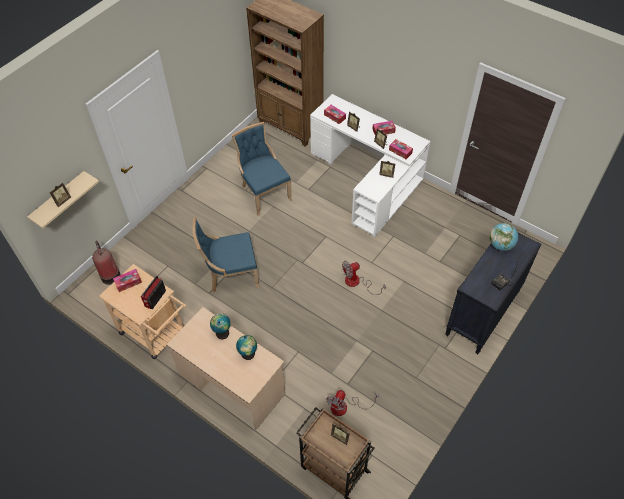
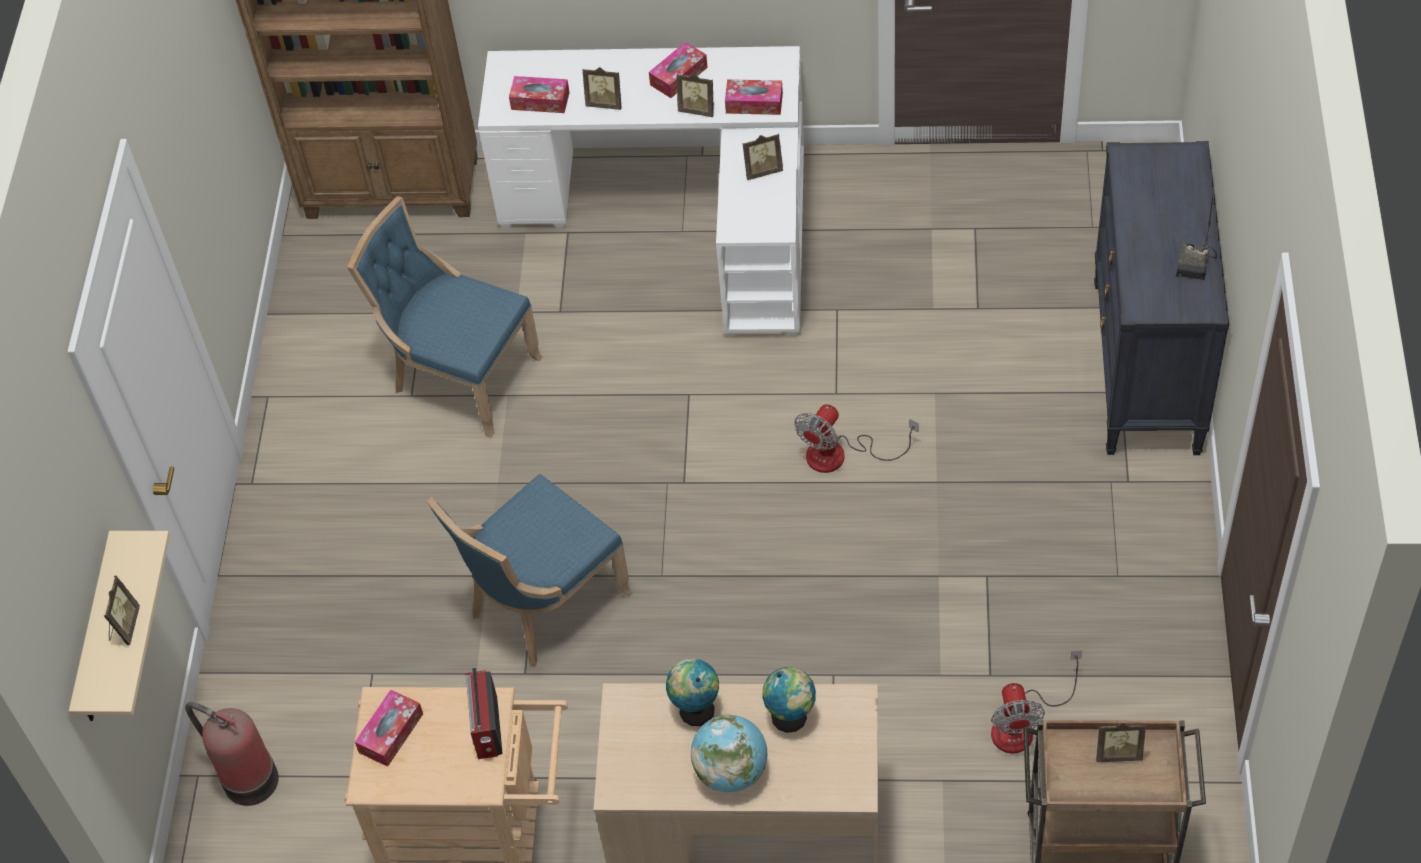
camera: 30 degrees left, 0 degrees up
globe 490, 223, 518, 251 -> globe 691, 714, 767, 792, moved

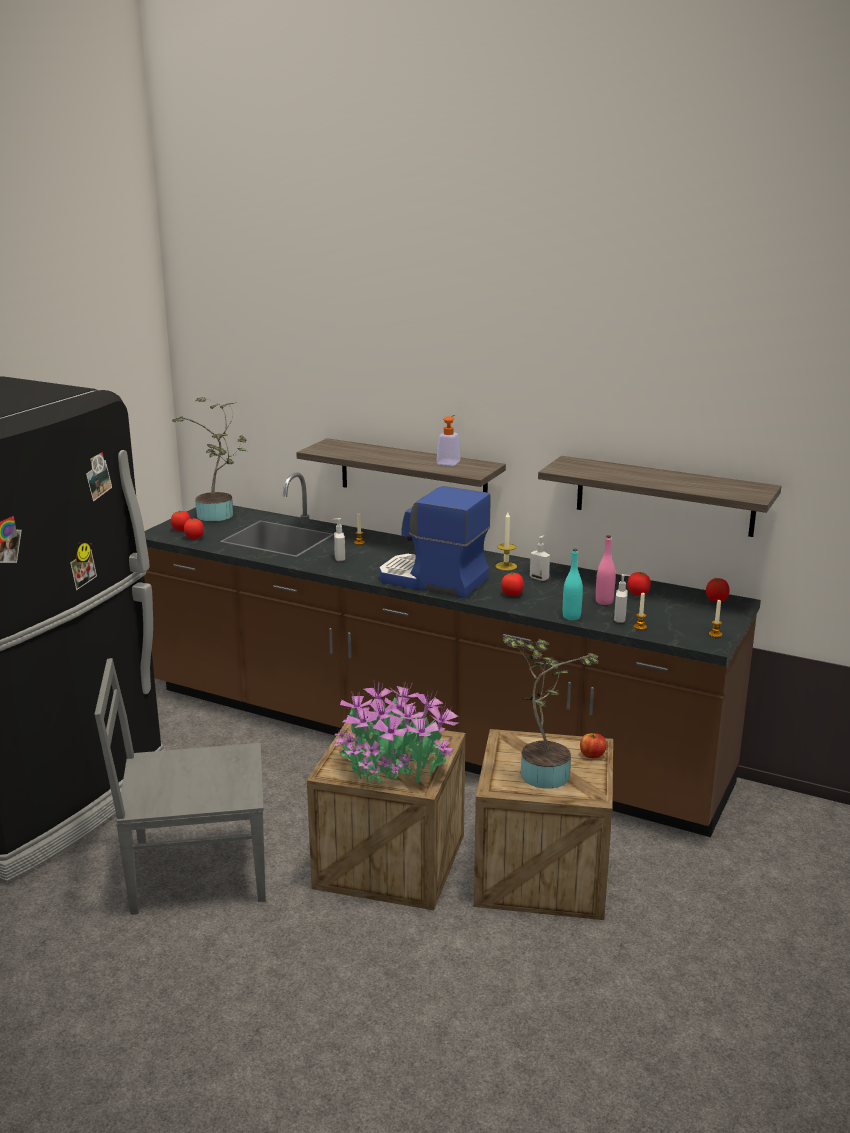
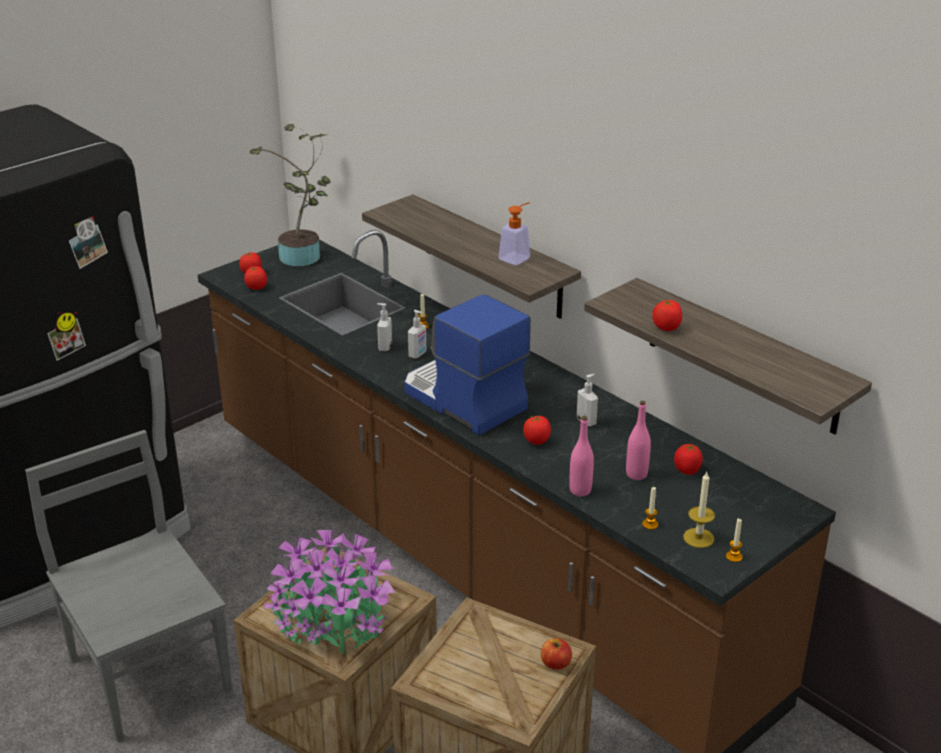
camera: 20 degrees right, 10 degrees up
candle 495, 512, 517, 571 -> candle 683, 472, 715, 548, moved
bottle (turquoise) 563, 549, 583, 620 -> bottle (pink) 569, 416, 594, 497
soap dispenser 614, 574, 630, 623 -> soap dispenser 408, 310, 426, 359, moved
tomato 706, 578, 730, 602 -> tomato 652, 300, 682, 331, moved
potted plant 503, 636, 599, 789 -> none
chair (grey) 95, 658, 266, 915 -> chair (grey) 25, 430, 232, 742, 45 degrees clockwise

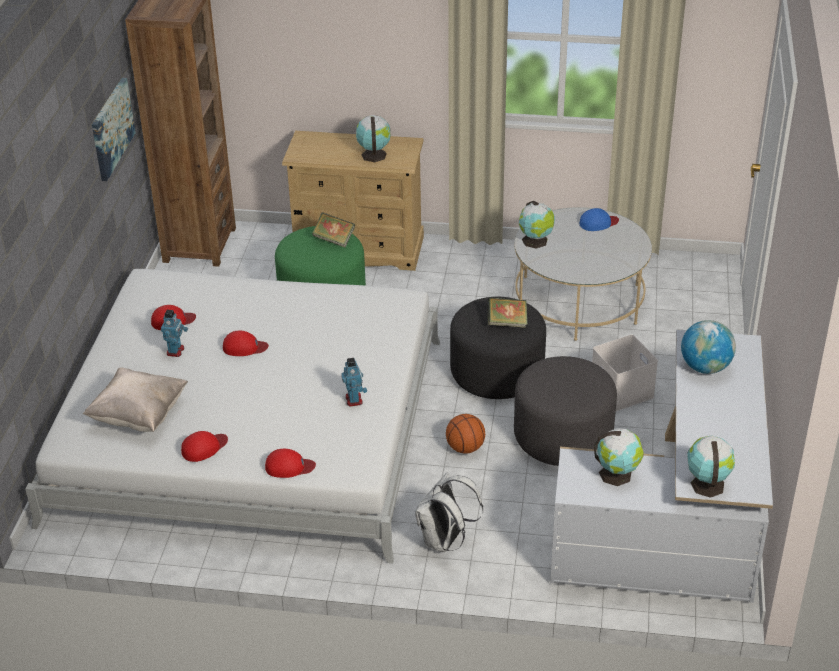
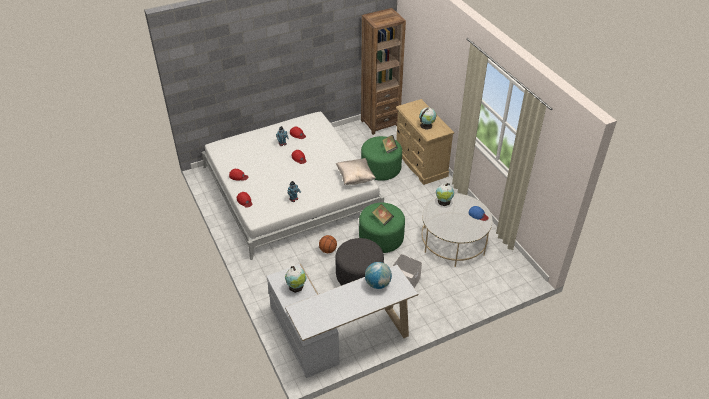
camera: 55 degrees right, 5 degrees up
picture 92, 78, 136, 181 -> none
ottoman (black) 450, 297, 546, 399 -> ottoman (green) 359, 203, 405, 253
pillow (beige) 83, 367, 188, 432 -> pillow (beige) 336, 158, 375, 185, moved
globe 687, 436, 735, 498 -> none
backpack (white) 415, 473, 483, 552 -> none

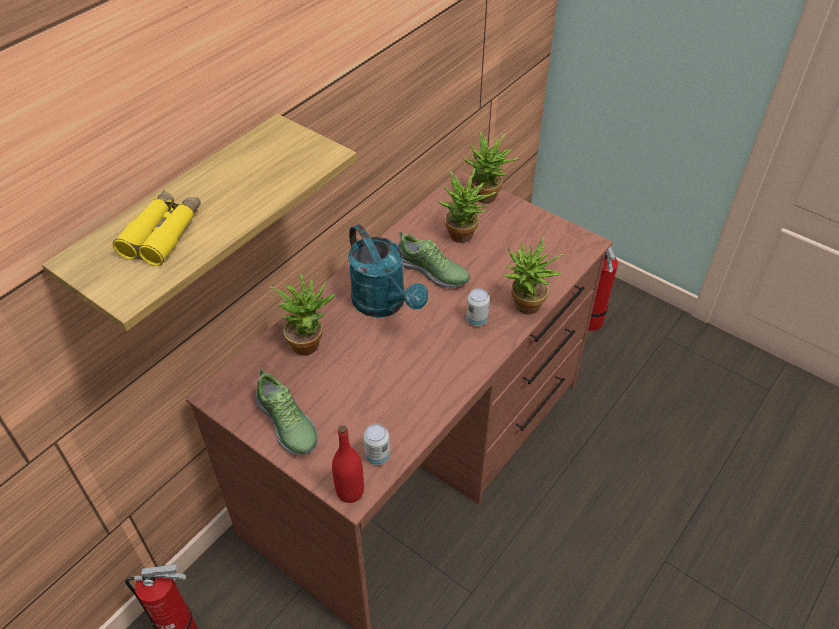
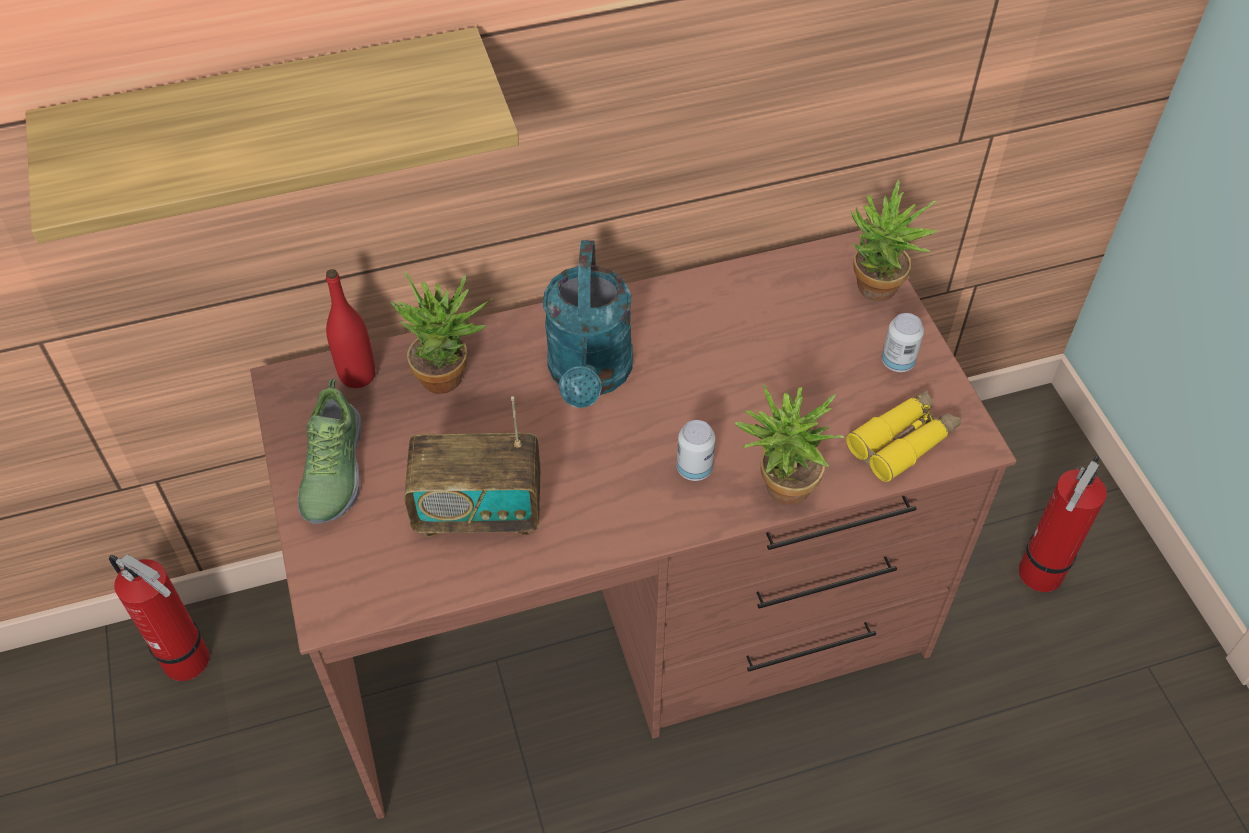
camera: 35 degrees right, 5 degrees up
potted plant 439, 168, 497, 243 -> none
binoculars (yellow) 113, 190, 201, 266 -> binoculars (yellow) 846, 390, 961, 482, moved
shoe 398, 231, 470, 288 -> none
can 363, 424, 390, 465 -> can 882, 313, 924, 372, moved
bottle (red) 332, 425, 364, 503 -> bottle (red) 326, 269, 375, 388, moved
none -> radio 404, 396, 540, 537

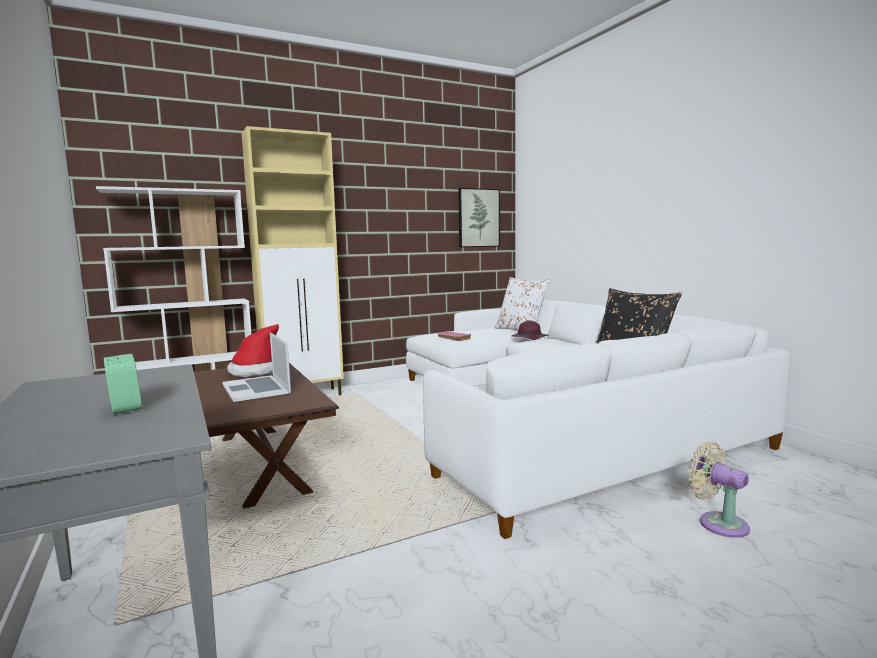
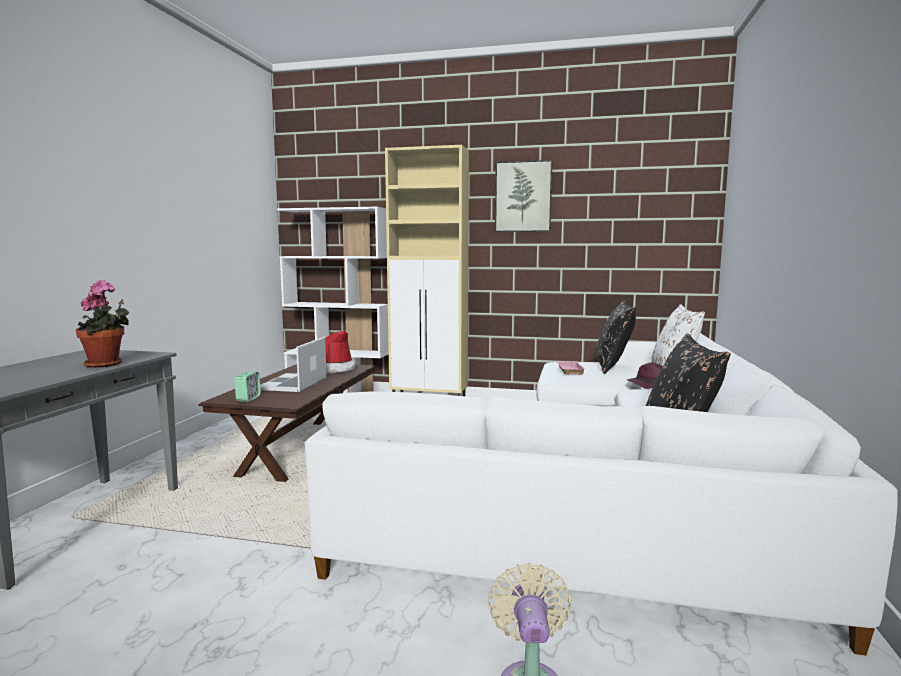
camera: 40 degrees right, 0 degrees up
picture 458, 188, 500, 247 -> picture 495, 160, 552, 232, moved
alarm clock 104, 354, 142, 414 -> alarm clock 234, 372, 261, 402, moved
none -> potted plant 76, 280, 129, 368
none -> pillow (black) 596, 300, 636, 374

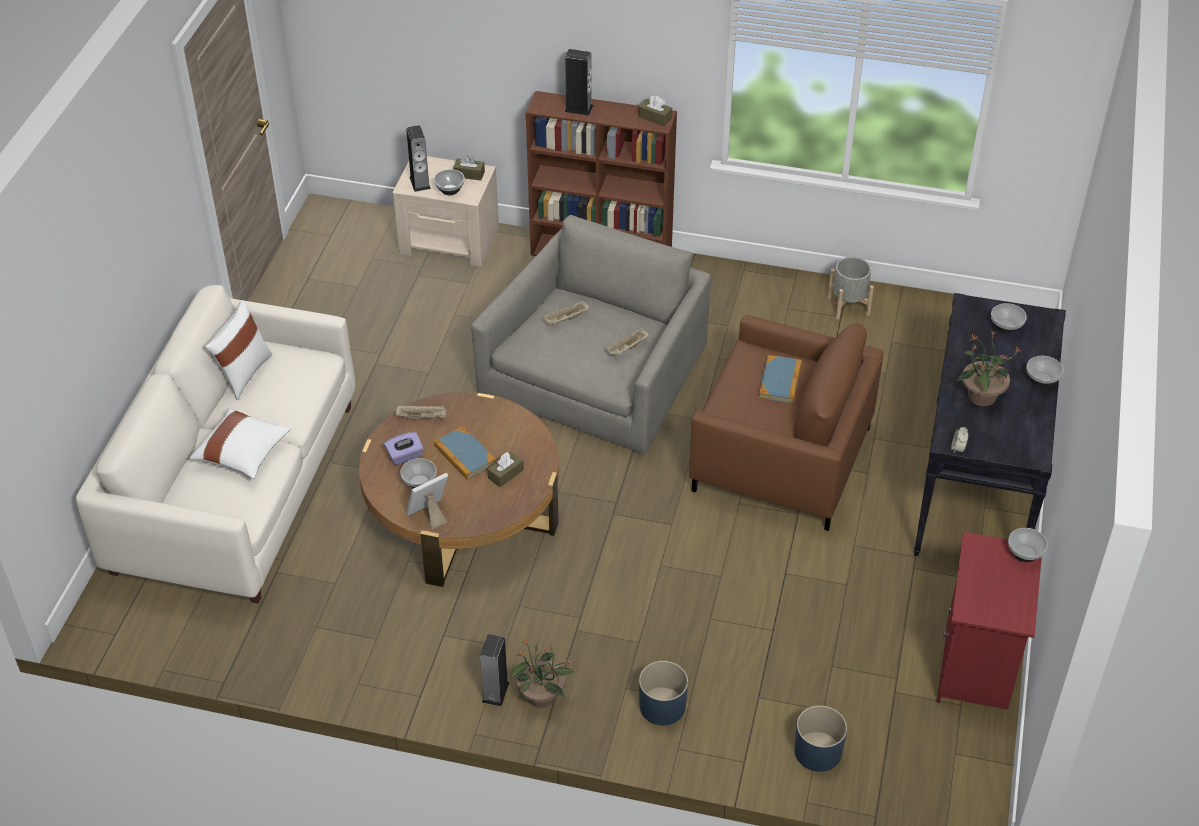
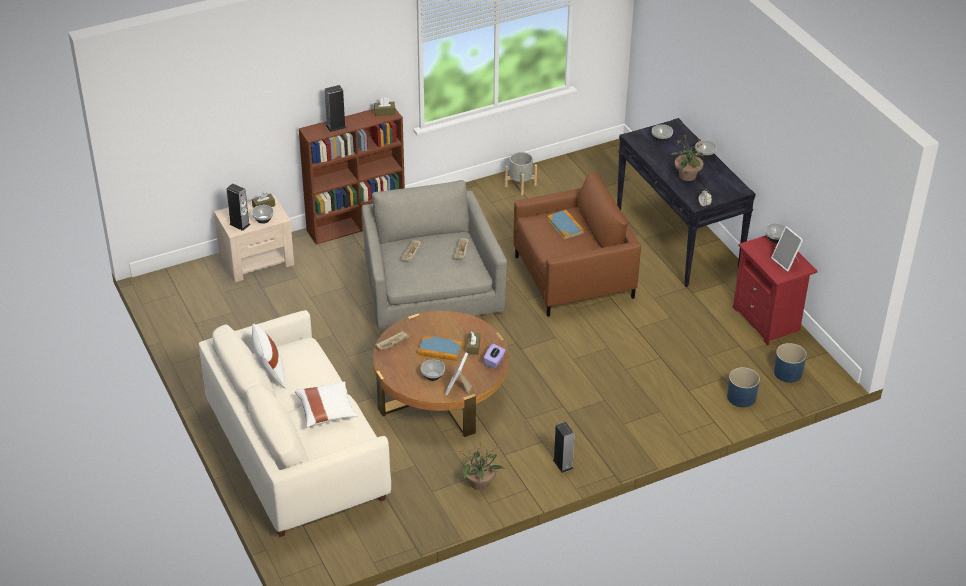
camera: 40 degrees left, 5 degrees down
tissue box (purple) 384, 432, 423, 465 -> tissue box (purple) 483, 343, 506, 368, moved
potted plant 511, 638, 574, 708 -> potted plant 459, 441, 505, 490, moved
planter (blue) 639, 661, 688, 725 -> planter (blue) 774, 343, 807, 383, moved
none -> picture frame 771, 226, 803, 272

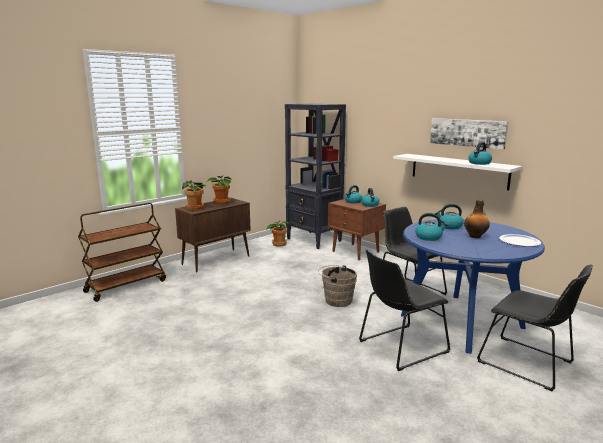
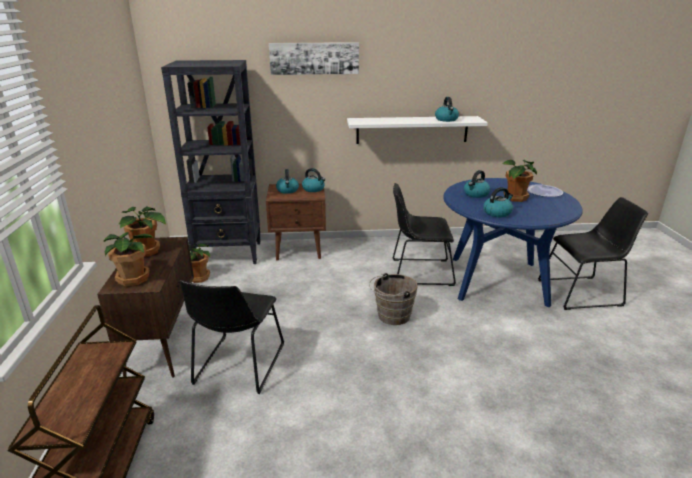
camera: 50 degrees left, 10 degrees up
picture 430, 118, 508, 150 -> picture 269, 42, 359, 75, moved
bottle 464, 199, 490, 238 -> potted plant 502, 159, 537, 202
chair (black) 359, 249, 451, 371 -> chair (black) 180, 280, 284, 394, moved

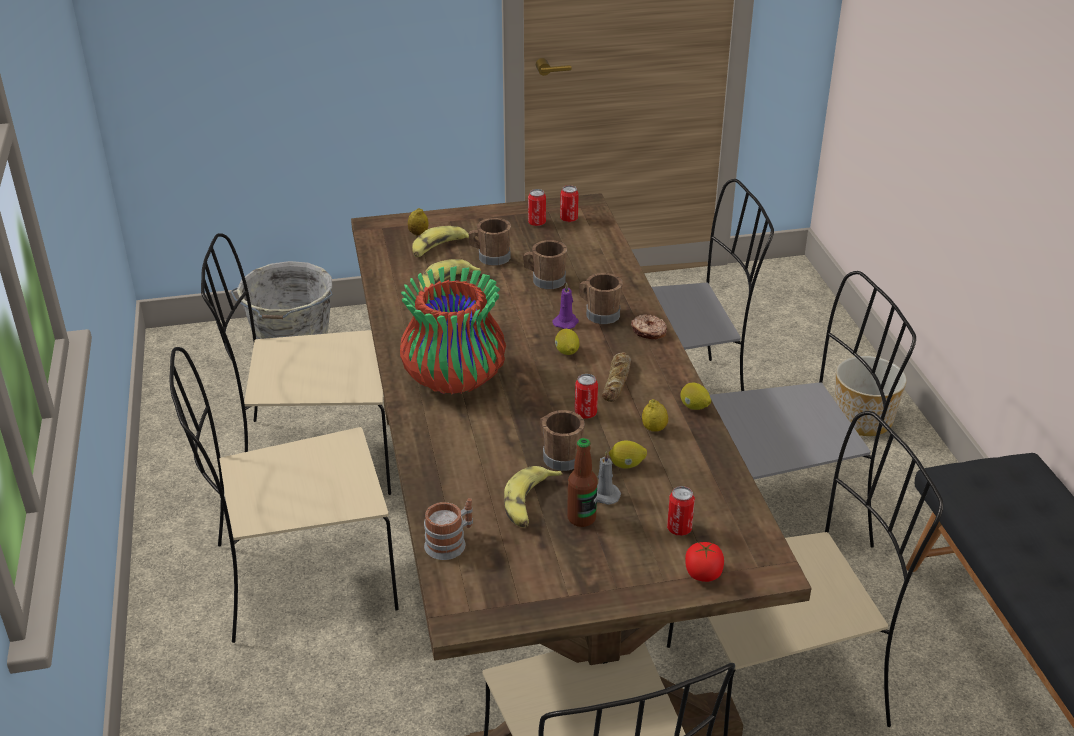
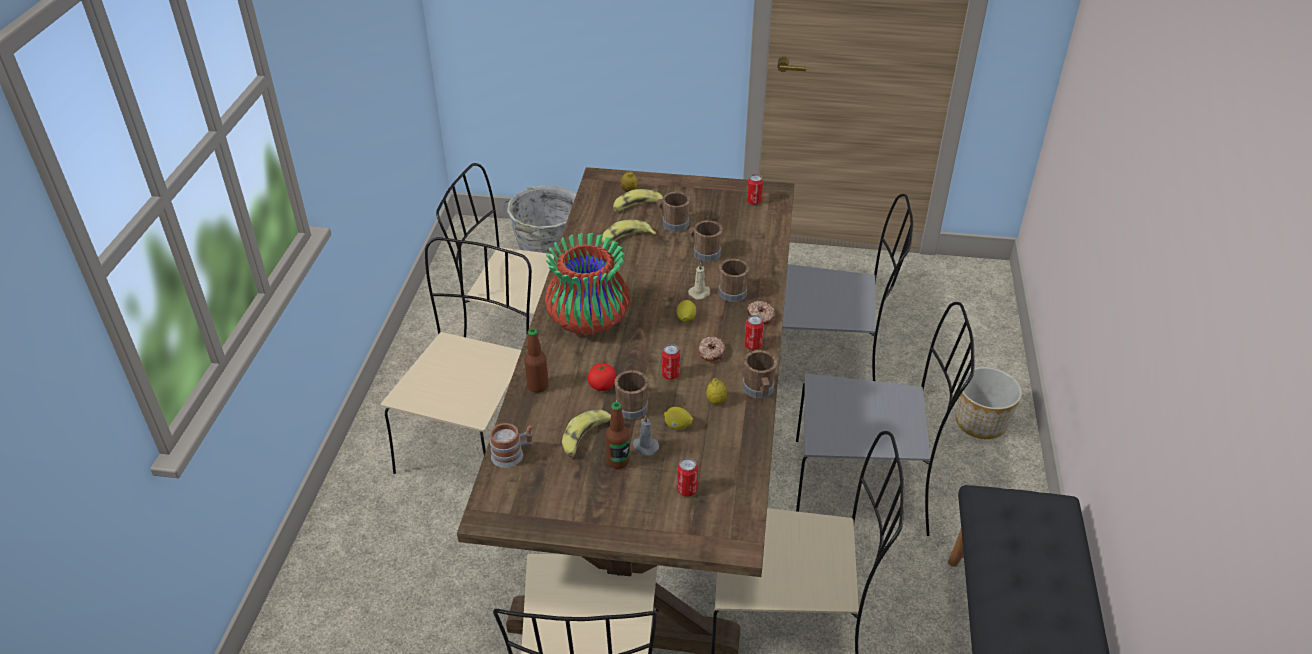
camera: 20 degrees right, 5 degrees up
can 528, 189, 546, 226 -> can 744, 315, 764, 350, moved
candle (purple) 552, 282, 579, 329 -> candle (beige) 688, 262, 710, 300
chair (beige) 169, 347, 399, 643 -> chair (beige) 381, 237, 532, 474, 105 degrees clockwise
bread 602, 352, 631, 402 -> donut 698, 336, 726, 363
lemon 680, 383, 711, 410 -> mug (brown) 743, 350, 777, 398
tomato 685, 542, 724, 582 -> tomato 588, 363, 616, 391, moved
none -> bottle 524, 328, 549, 393

